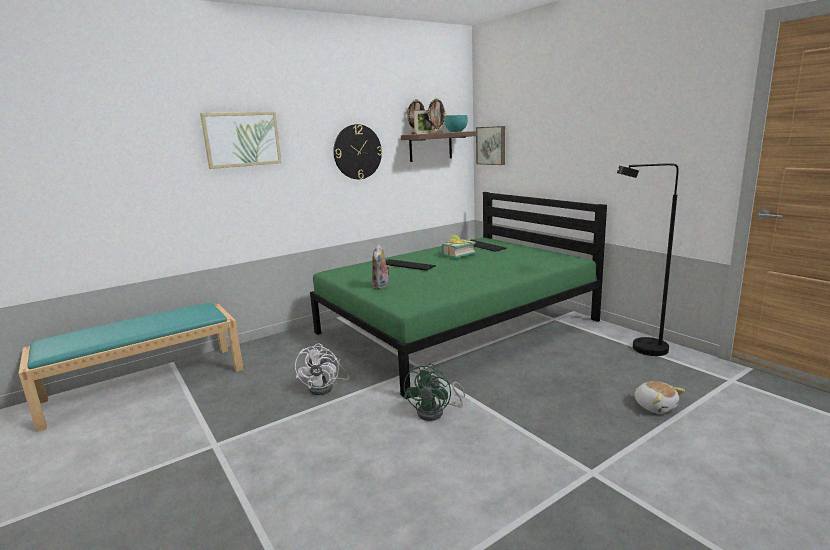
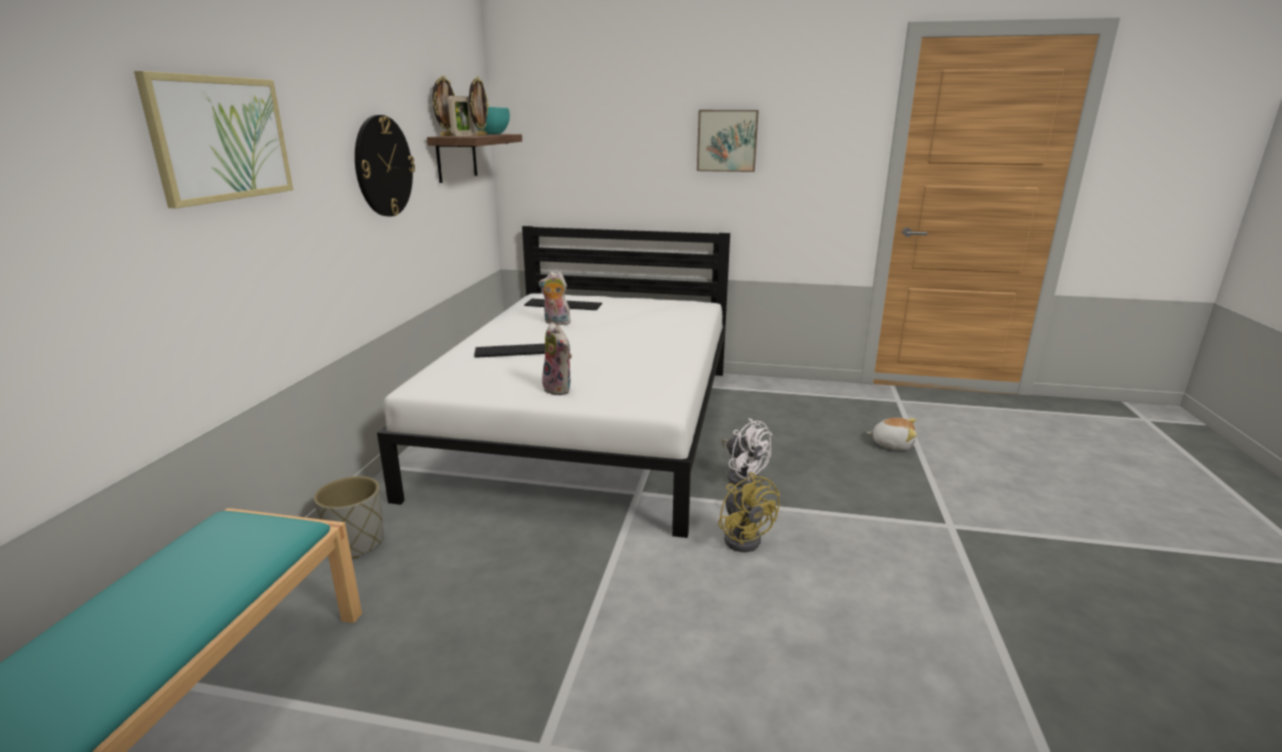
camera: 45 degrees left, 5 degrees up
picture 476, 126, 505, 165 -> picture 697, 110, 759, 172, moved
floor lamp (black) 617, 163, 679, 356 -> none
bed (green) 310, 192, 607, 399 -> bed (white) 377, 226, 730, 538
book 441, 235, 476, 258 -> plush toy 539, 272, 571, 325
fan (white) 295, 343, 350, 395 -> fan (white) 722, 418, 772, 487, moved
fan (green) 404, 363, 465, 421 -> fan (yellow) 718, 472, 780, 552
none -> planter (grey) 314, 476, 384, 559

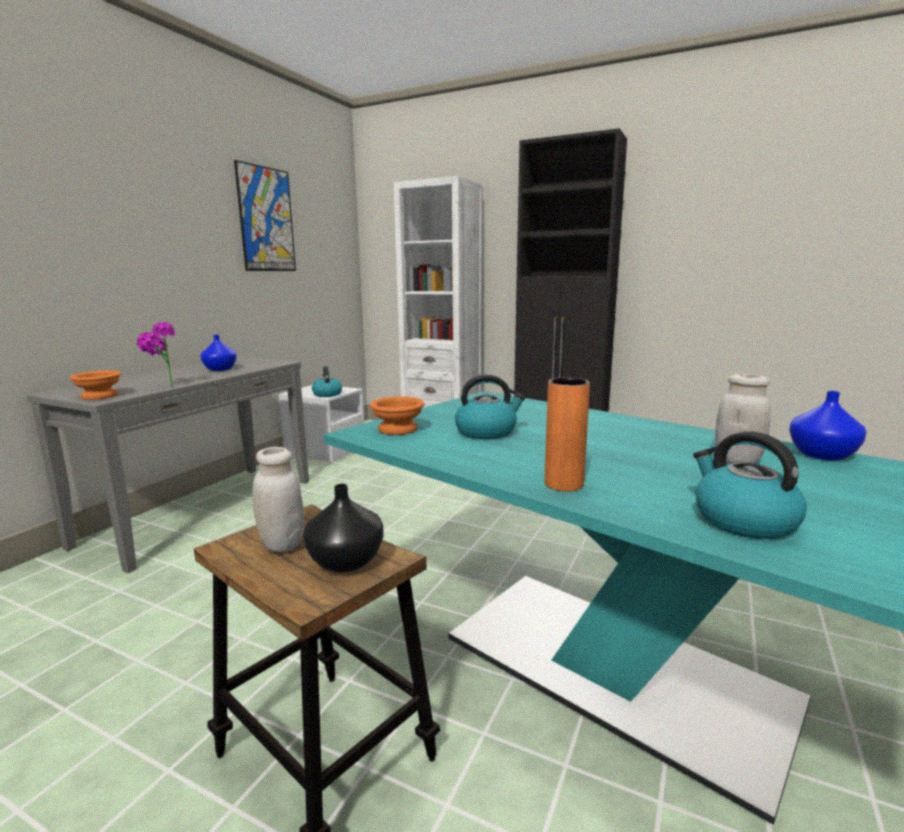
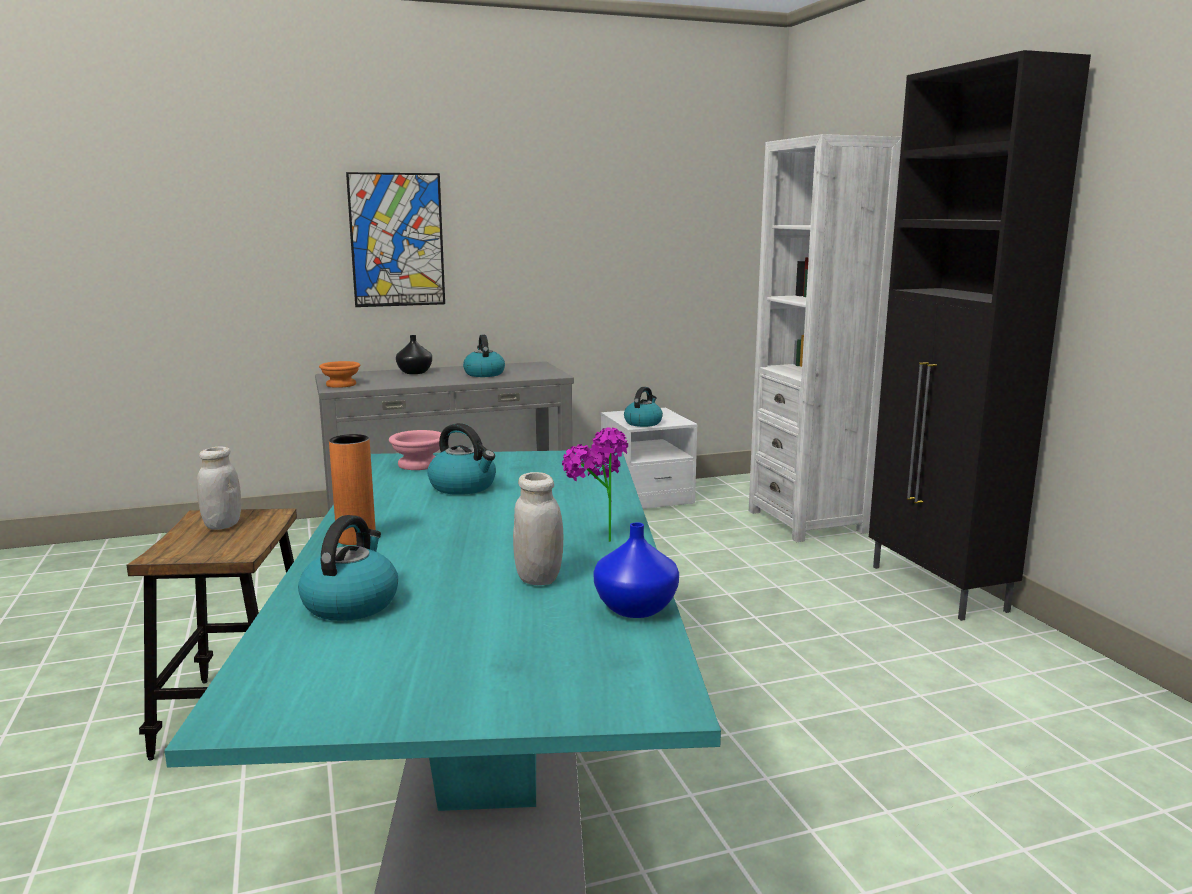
camera: 45 degrees right, 0 degrees up
picture 234, 160, 296, 271 -> picture 346, 172, 445, 307, moved
potted plant 137, 322, 175, 387 -> potted plant 562, 427, 628, 542, moved
vase (blue) 201, 335, 237, 371 -> kettle 463, 335, 505, 377
bowl (orange) 370, 396, 424, 435 -> bowl (pink) 389, 430, 441, 470
vase (black) 303, 484, 384, 573 -> vase (black) 396, 335, 432, 374, moved

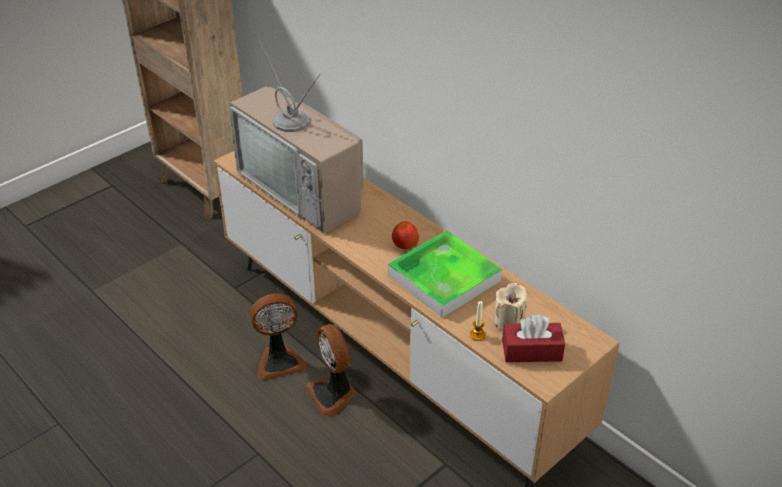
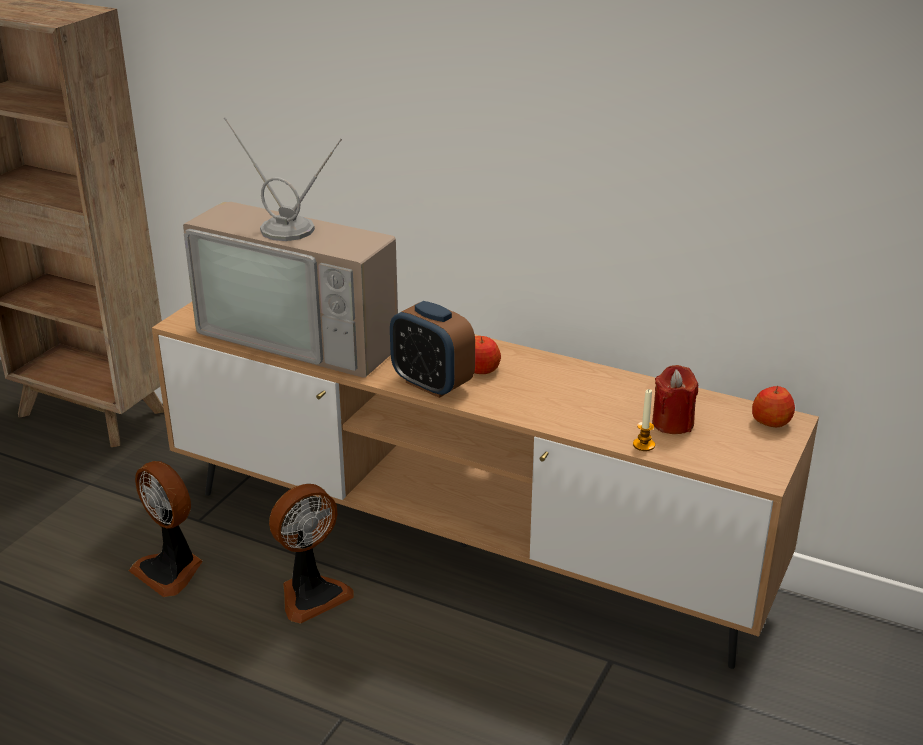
camera: 20 degrees left, 10 degrees down
tray 388, 231, 502, 318 -> none
candle (beige) 494, 283, 528, 331 -> candle (red) 652, 365, 698, 434
tissue box (red) 502, 314, 565, 362 -> none
fan 305, 324, 356, 417 -> fan 129, 461, 203, 597, moved
none -> alarm clock 390, 301, 475, 398
none -> apple 752, 386, 795, 427

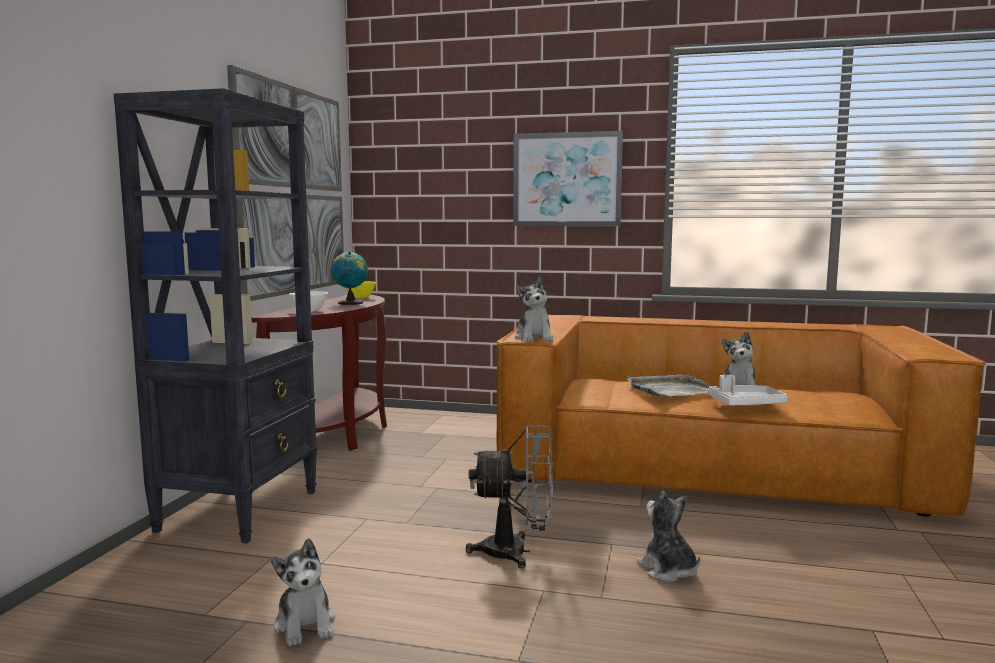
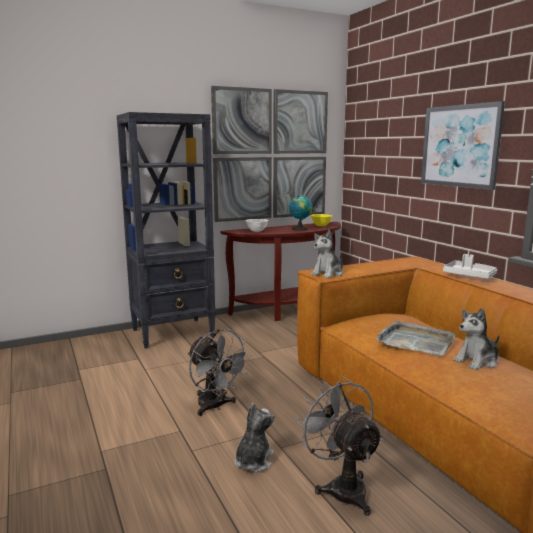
camera: 50 degrees right, 5 degrees up
tray (white) 708, 375, 788, 406 -> tray (white) 443, 254, 497, 279, moved
plush toy 271, 538, 335, 647 -> none
none -> fan (grey) 295, 376, 383, 516

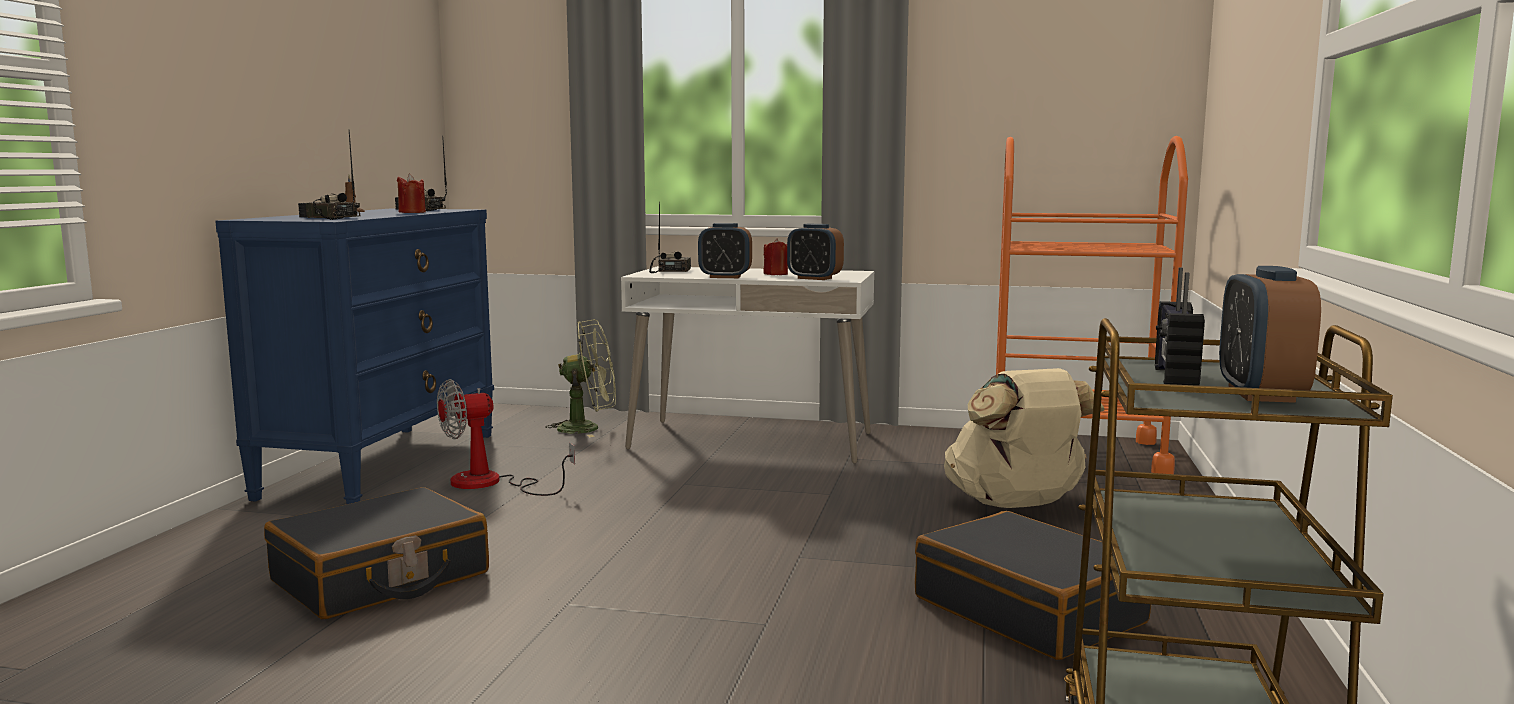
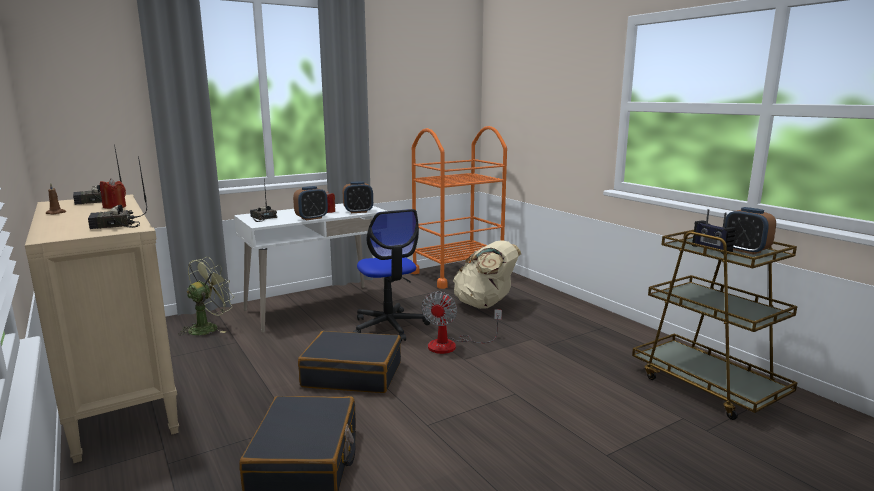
camera: 45 degrees left, 5 degrees up
dresser (blue) 215, 209, 494, 504 -> dresser (beige) 25, 194, 179, 463
fan 437, 379, 575, 496 -> fan 421, 291, 502, 354, moved
suitcase (black) 915, 511, 1151, 660 -> suitcase (black) 298, 331, 401, 393, moved
none -> office chair 353, 209, 430, 341

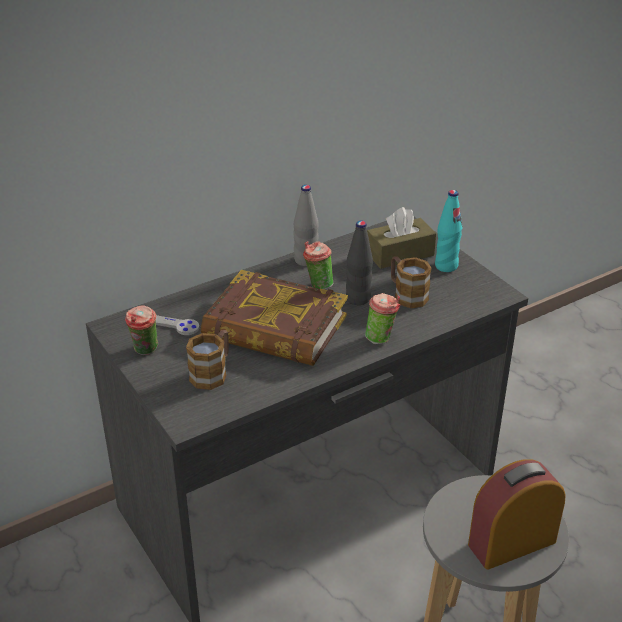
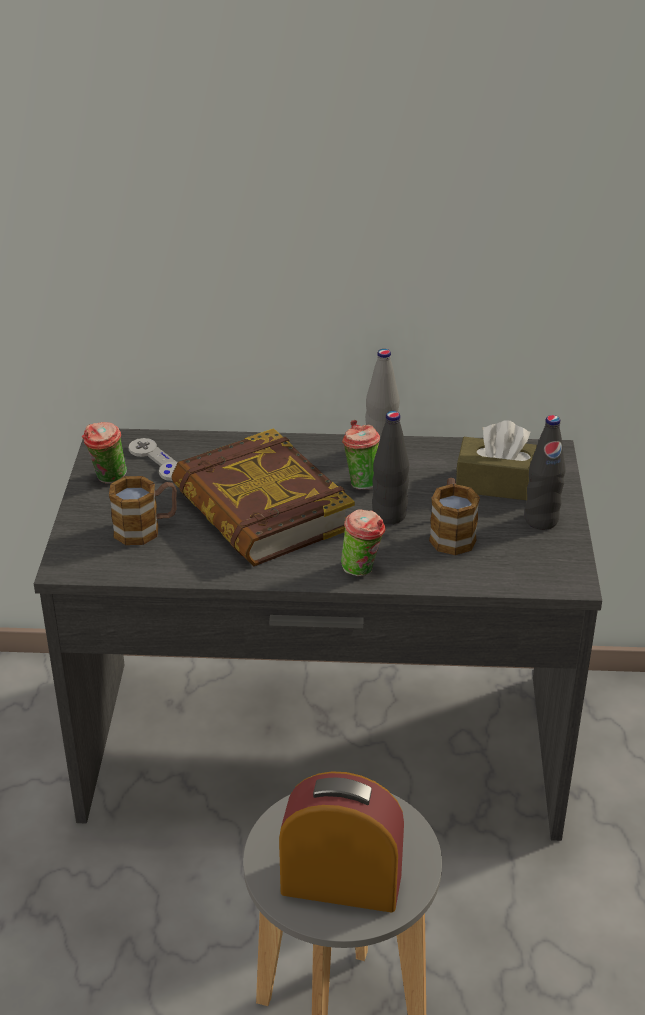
camera: 35 degrees right, 0 degrees up
bottle (turquoise) 435, 190, 462, 272 -> bottle (black) 525, 415, 565, 530

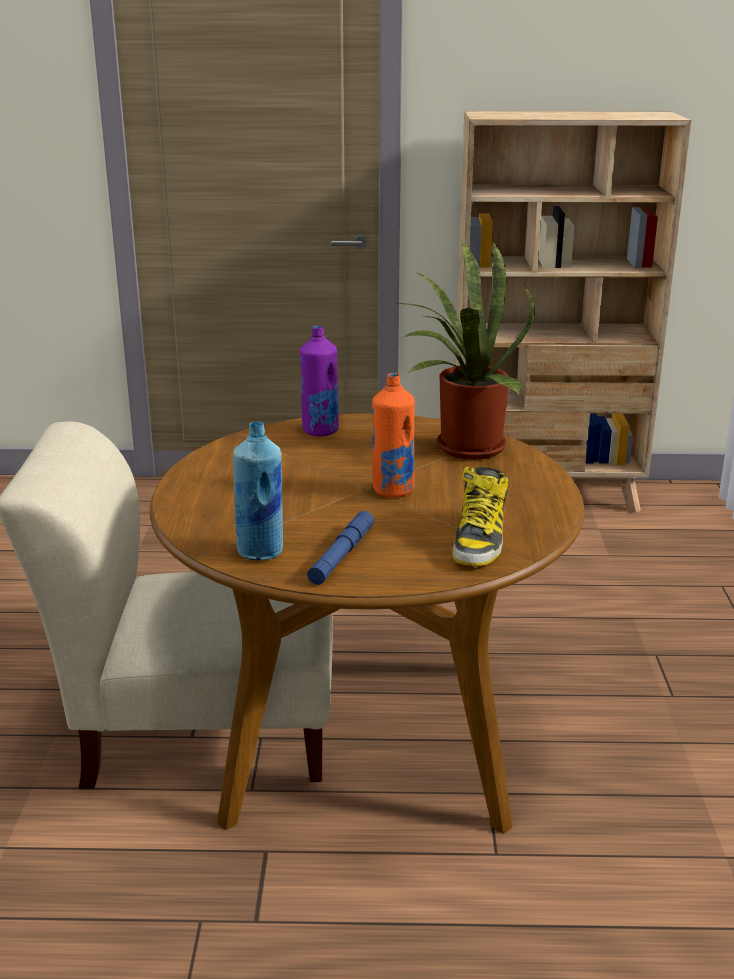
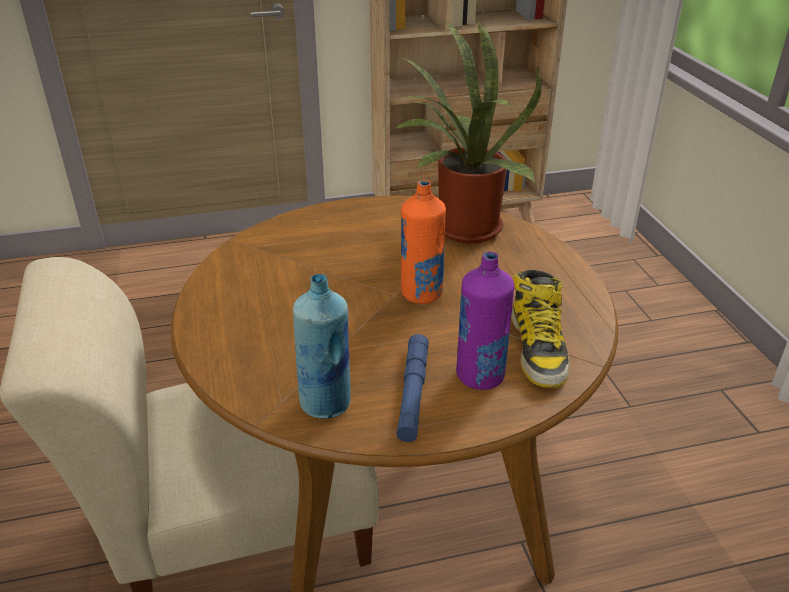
camera: 15 degrees left, 10 degrees up
bottle (purple) 300, 325, 339, 436 -> bottle (purple) 456, 252, 514, 390, moved

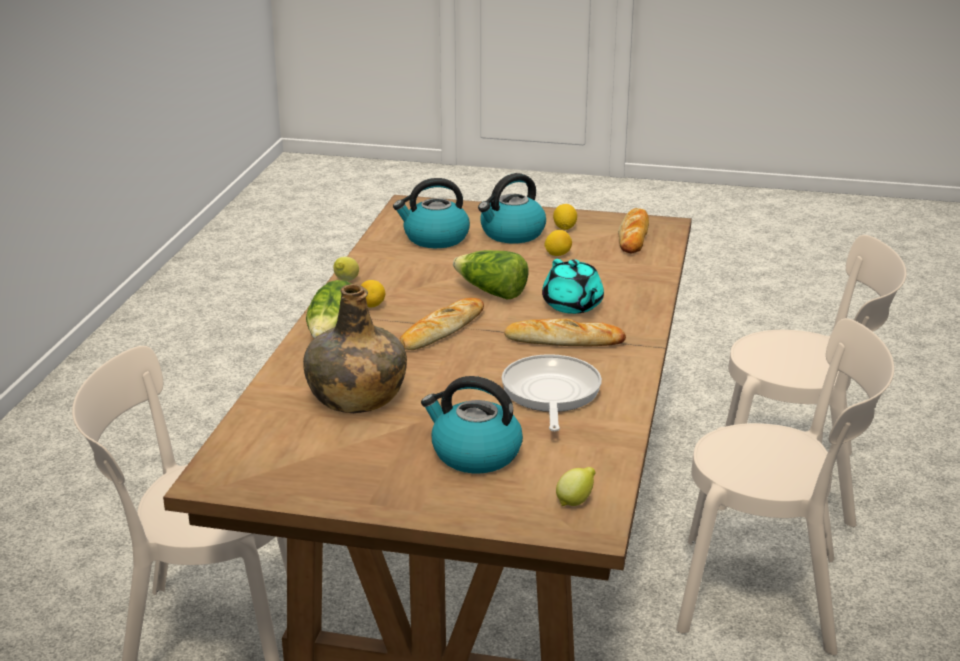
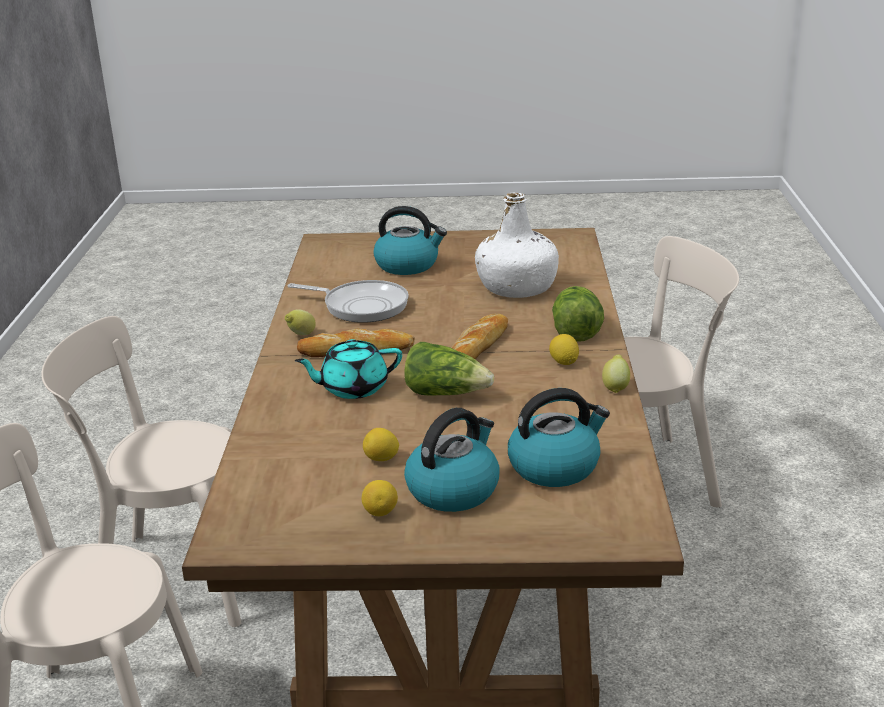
camera: 170 degrees right, 0 degrees up
bread 618, 208, 649, 253 -> none
teapot (turquoise) 542, 259, 604, 314 -> teapot (turquoise) 295, 339, 402, 399, 75 degrees counterclockwise
bottle (green) 303, 284, 407, 413 -> bottle (white) 475, 193, 559, 298
frying pan 502, 354, 602, 431 -> frying pan 288, 280, 409, 323, 60 degrees counterclockwise
lemon 556, 467, 596, 506 -> lemon 285, 309, 316, 335, moved

